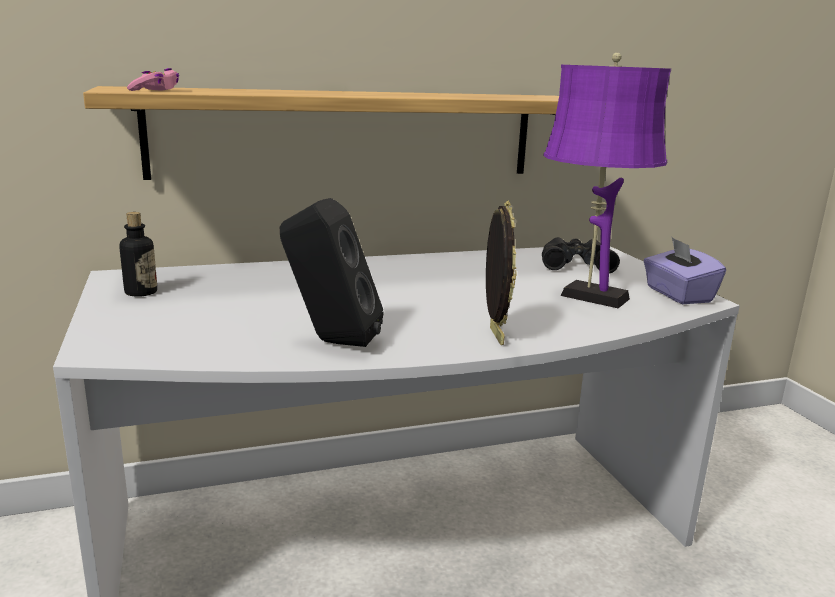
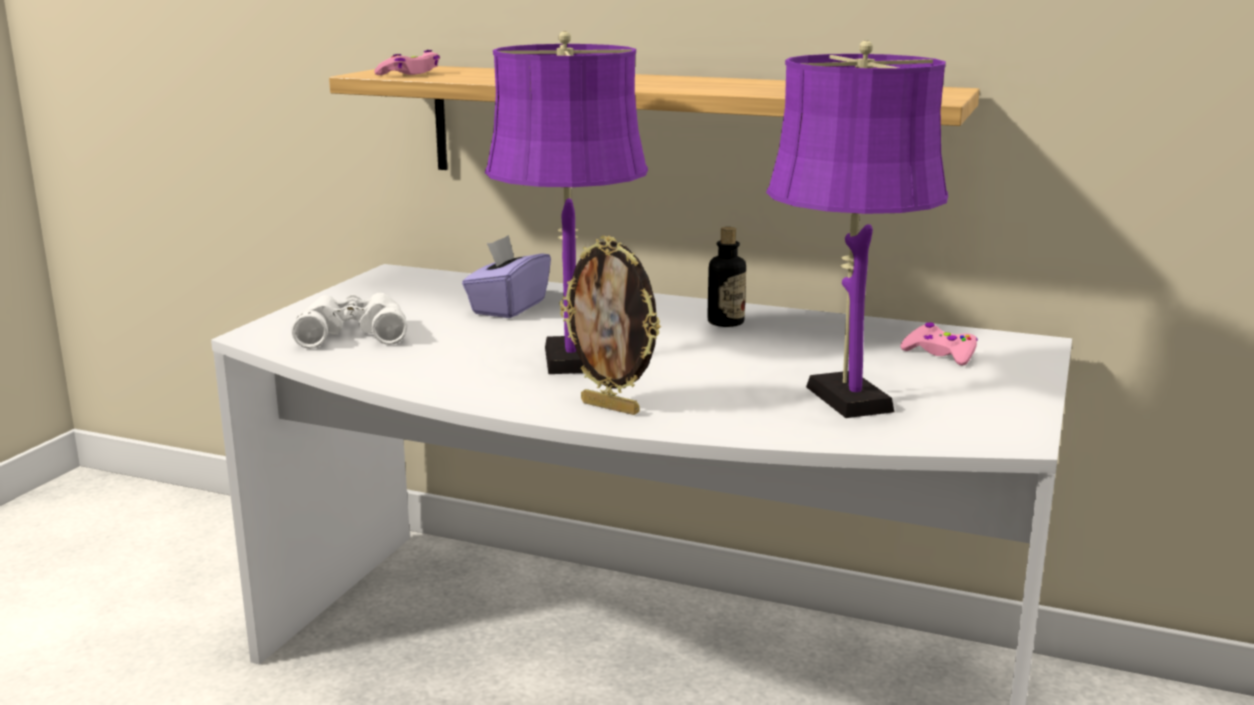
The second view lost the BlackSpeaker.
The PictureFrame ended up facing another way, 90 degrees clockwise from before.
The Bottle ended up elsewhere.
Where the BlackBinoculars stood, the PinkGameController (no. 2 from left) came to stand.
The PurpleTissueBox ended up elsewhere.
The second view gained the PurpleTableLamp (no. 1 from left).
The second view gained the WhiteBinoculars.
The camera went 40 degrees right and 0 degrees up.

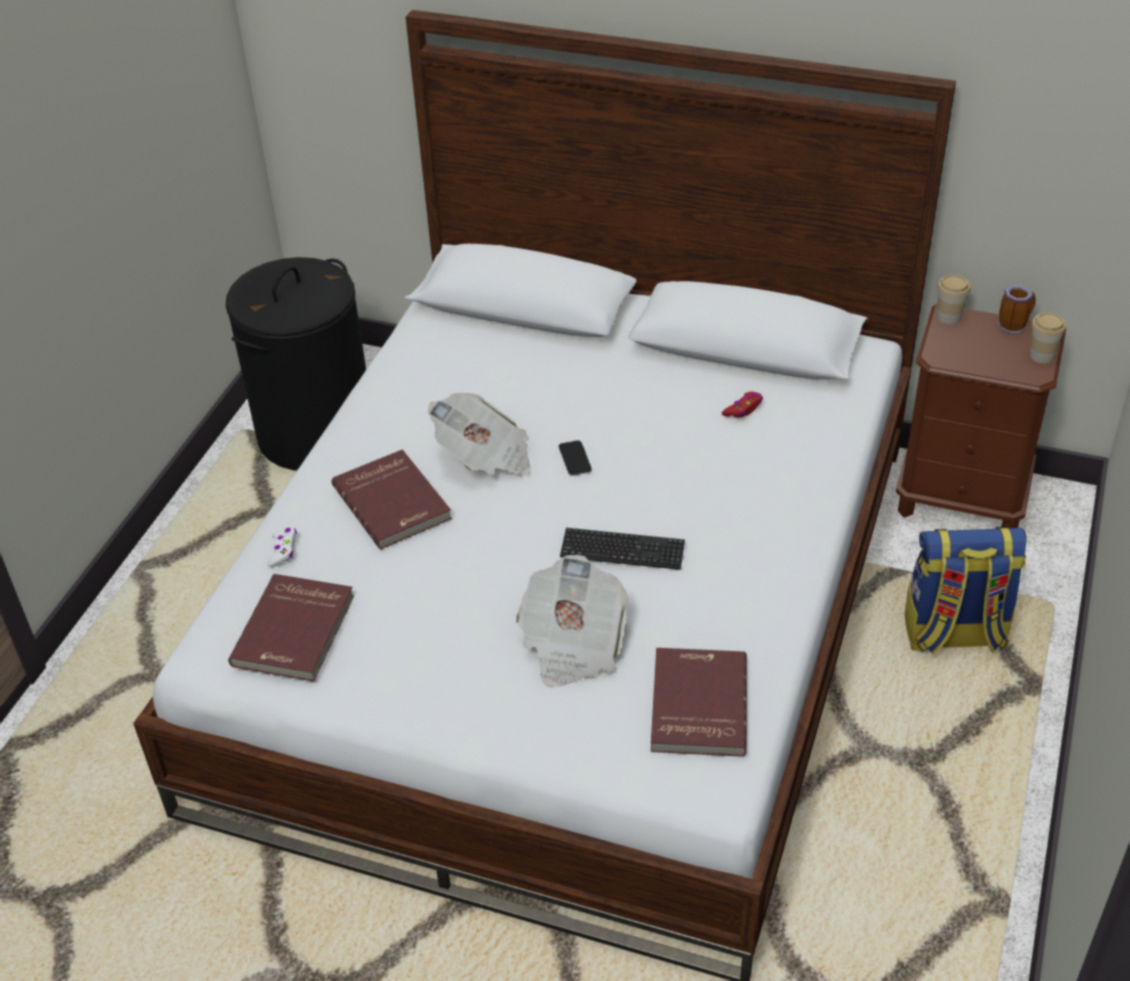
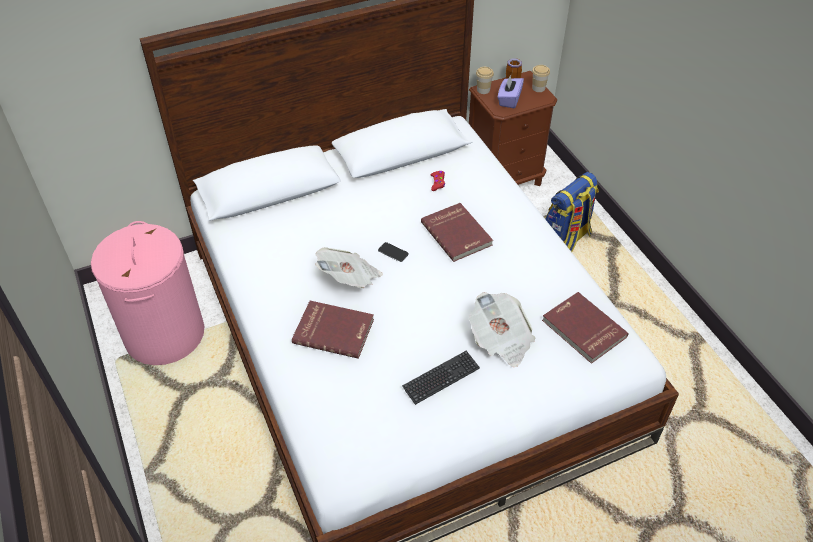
What was the BlackLaundryBasket turned into the PinkLaundryBasket.
The second view lost the WhiteGameController.
The Keyboard ended up elsewhere.
The RedBook (no. 1 from left in the first image) ended up elsewhere.
The second view gained the PurpleTissueBox.
The camera went 45 degrees left and 5 degrees up.

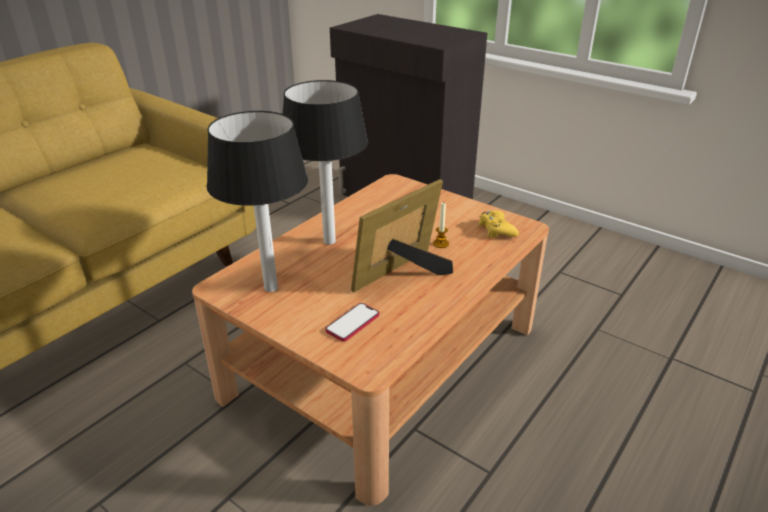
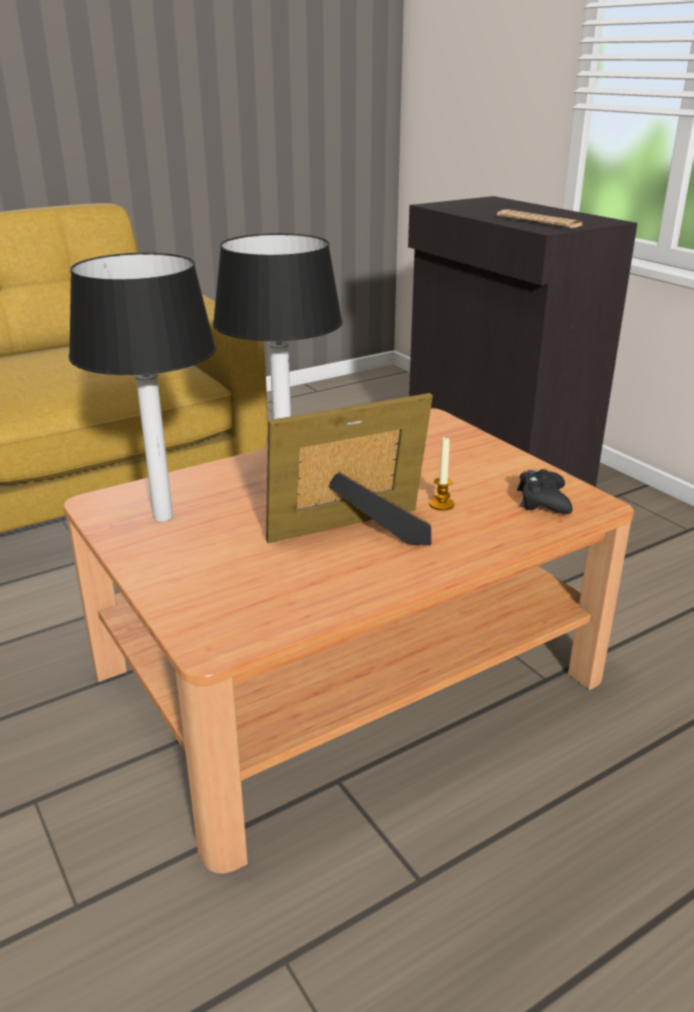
What was the YellowGameController turned into the BlackGameController.
The second view lost the Phone.
The second view gained the Newspaper.
The camera went 20 degrees right and 5 degrees down.

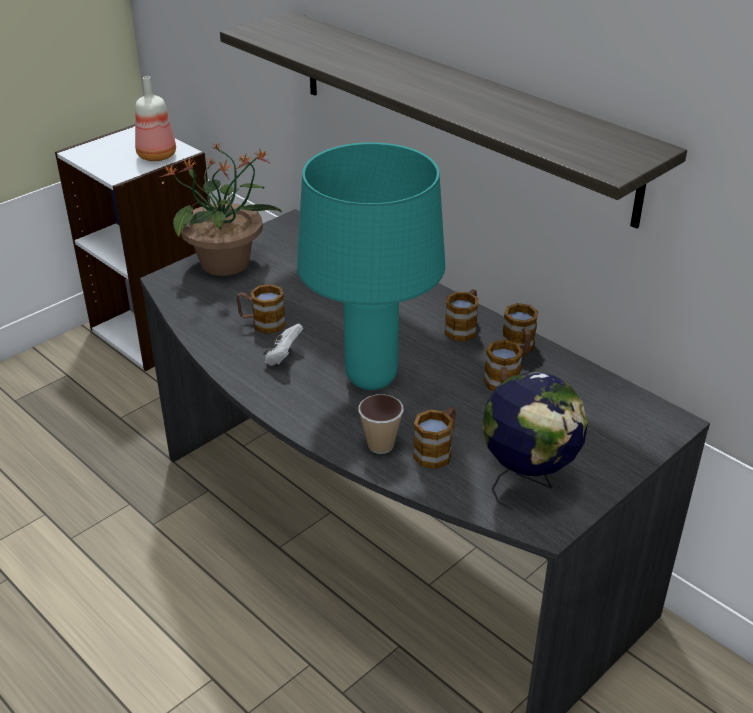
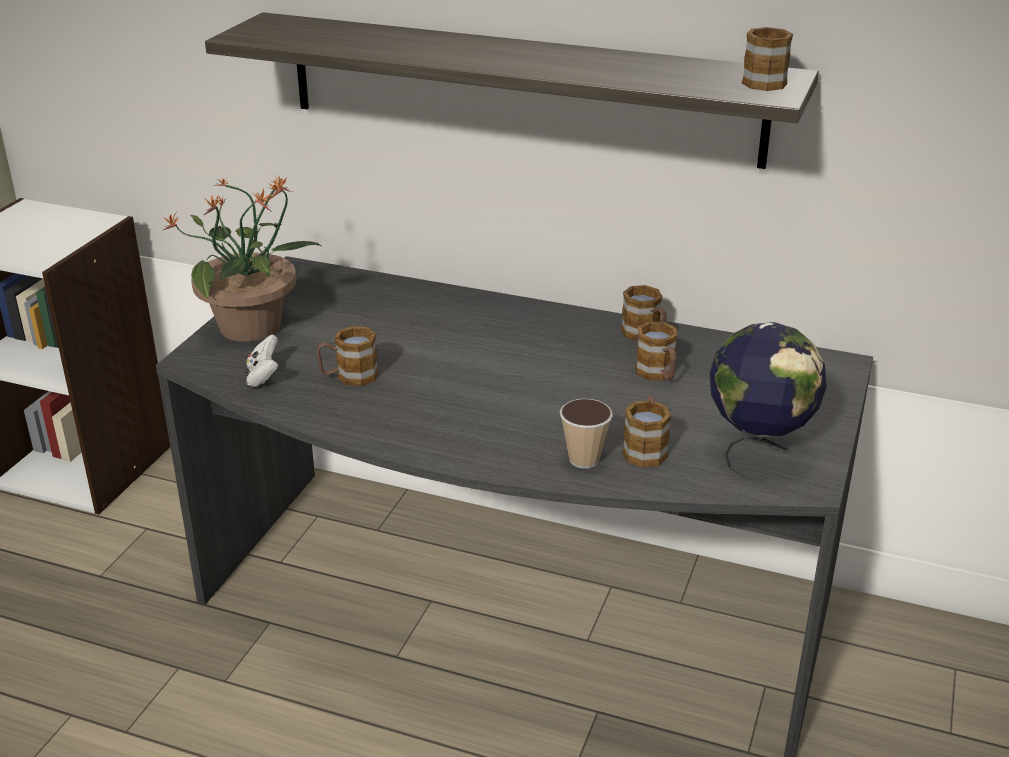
The second view lost the Bottle.
The second view lost the TurquoiseTableLamp.
The Mug (no. 3 from left in the first image) ended up elsewhere.
The WhiteGameController ended up elsewhere.
The camera went 25 degrees left and 5 degrees down.

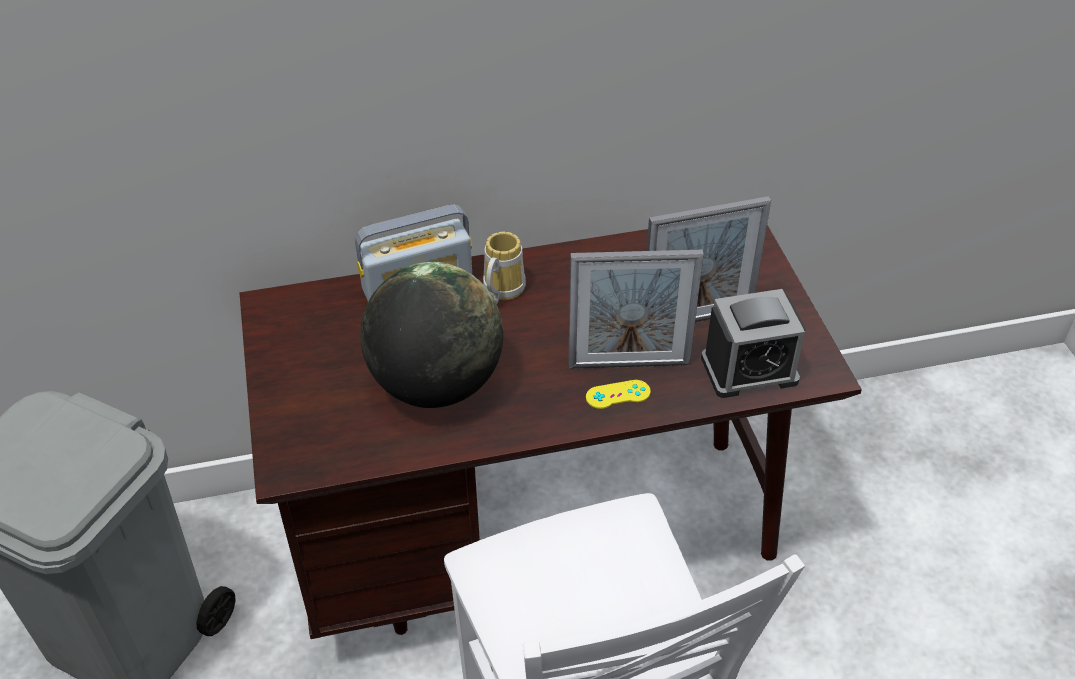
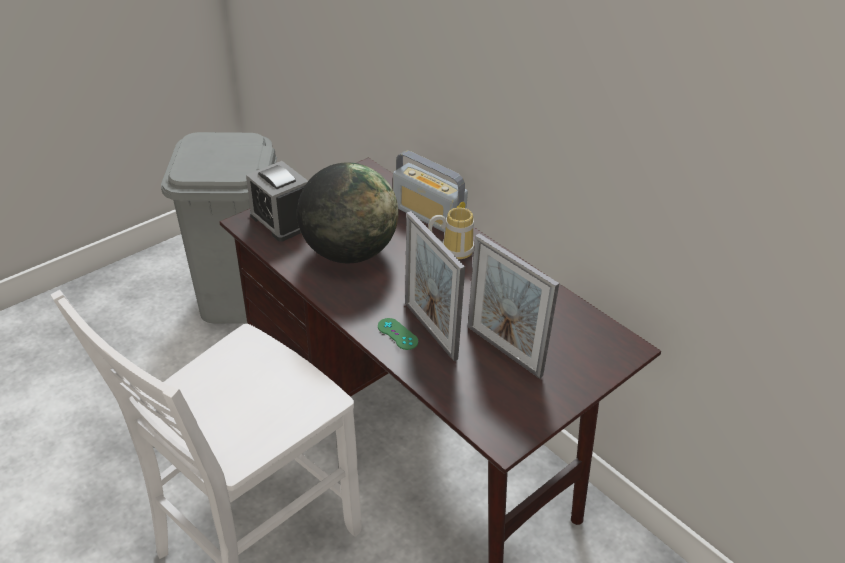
The AlarmClock ended up elsewhere.
What was the YellowGameController turned into the GreenGameController.
The camera went 60 degrees right and 5 degrees down.

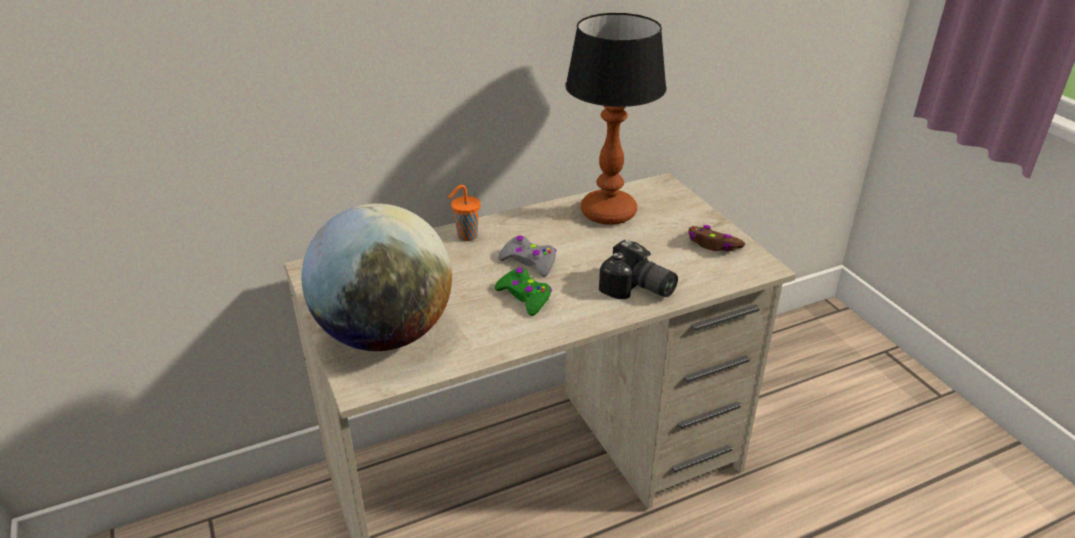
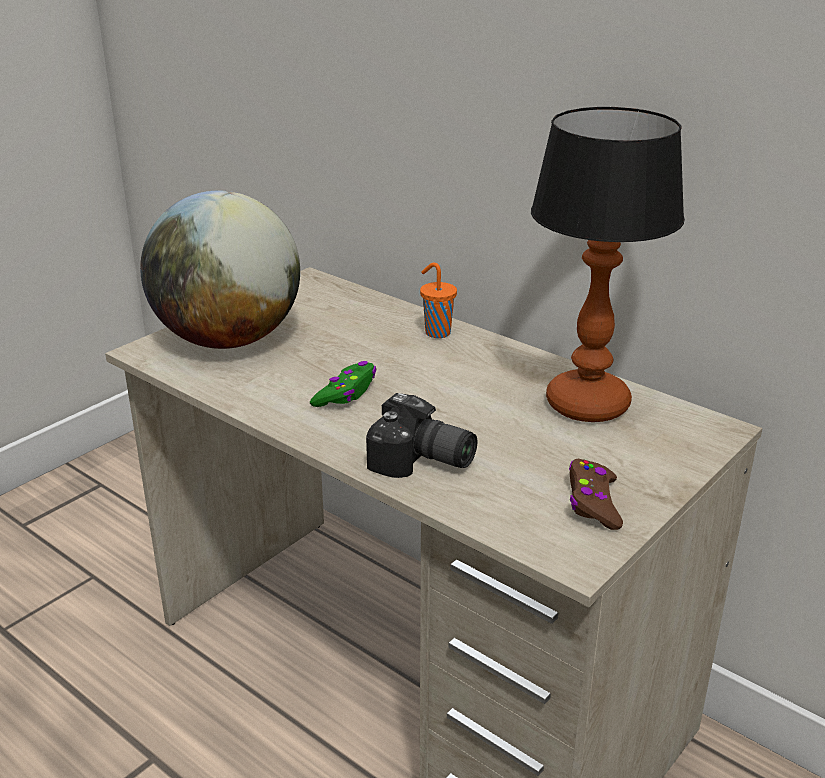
The second view lost the GreyGameController.
The PhotoCamera ended up facing another way, 75 degrees counterclockwise from before.
The camera went 65 degrees right and 5 degrees down.

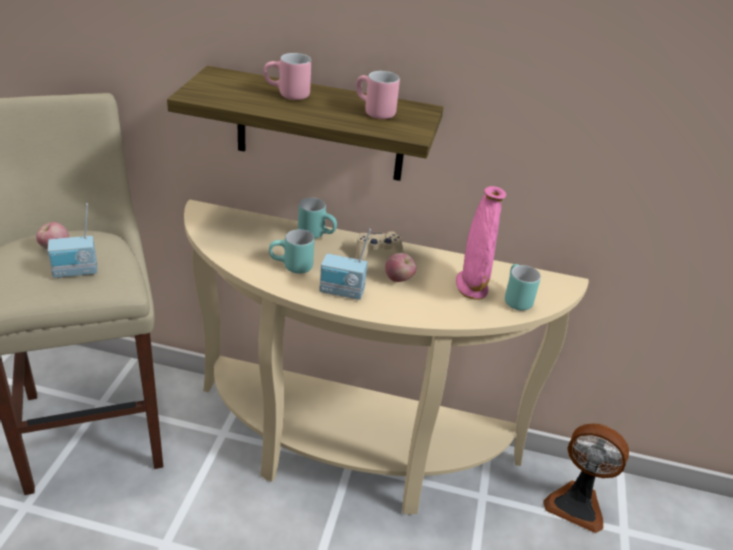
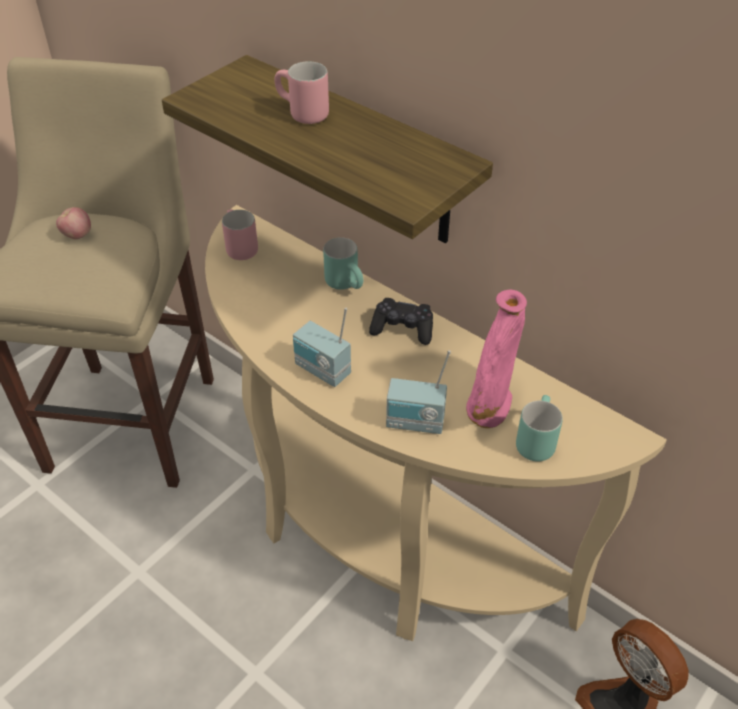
The PinkMug (no. 2 from left in the first image) ended up elsewhere.
The Radio (no. 1 from left in the first image) ended up elsewhere.
The second view lost the TurquoiseMug (no. 1 from left).
What was the BeigeGameController turned into the BlackGameController.
The second view lost the Apple (no. 2 from left).
The camera went 30 degrees right and 10 degrees up.

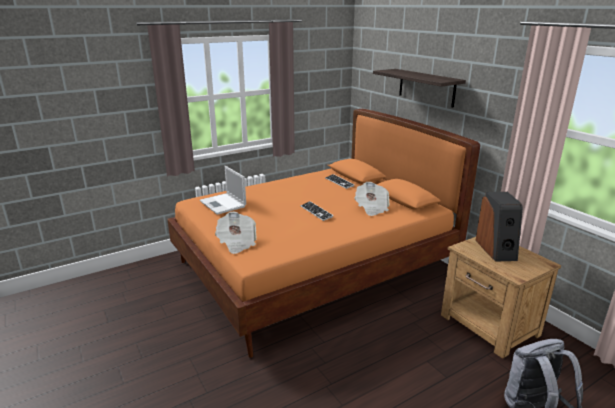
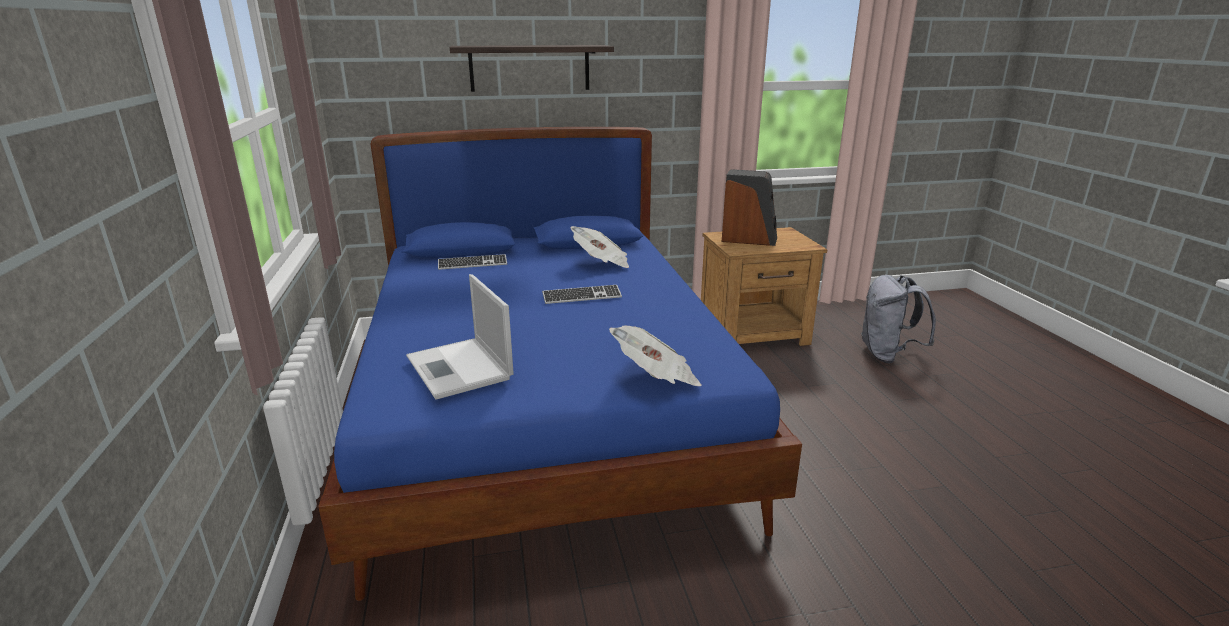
What was the OrangeBed turned into the BlueBed.
The Laptop ended up facing another way, 75 degrees clockwise from before.
The camera went 70 degrees left and 0 degrees up.

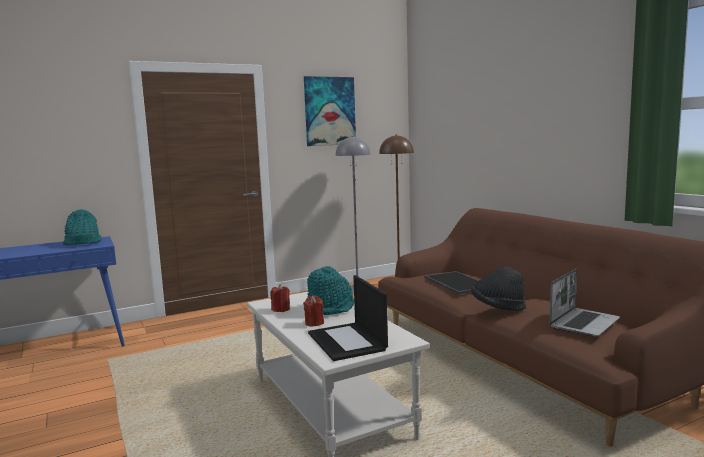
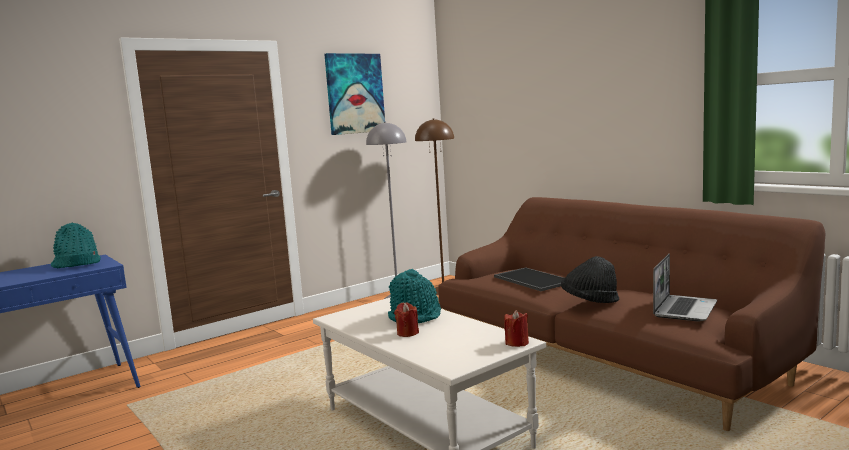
The second view lost the Laptop (no. 1 from left).
The RedCandle (no. 1 from left in the first image) ended up elsewhere.
The camera went 10 degrees left and 0 degrees up.

